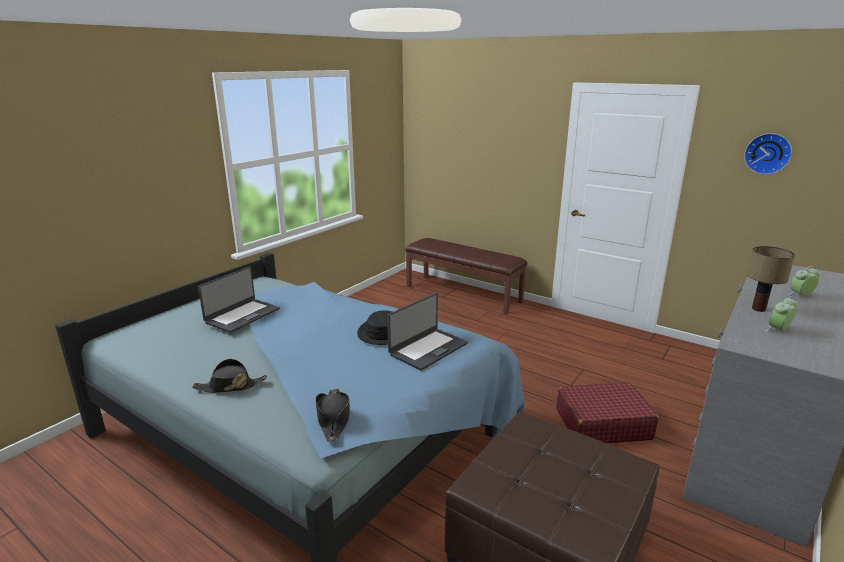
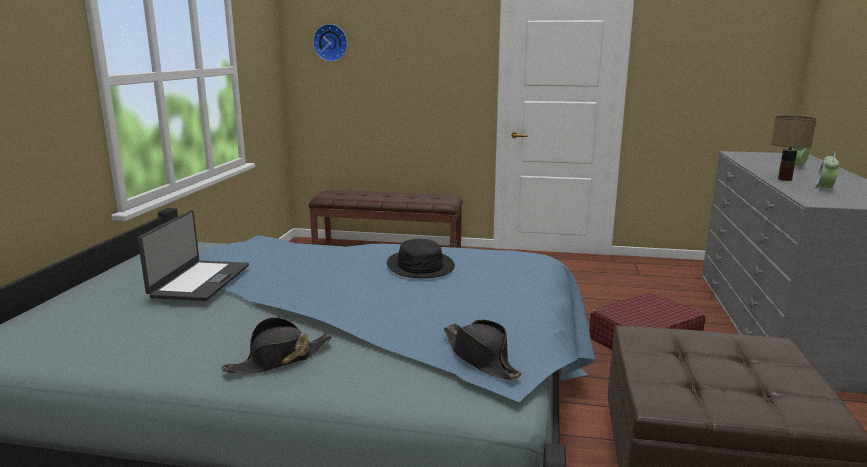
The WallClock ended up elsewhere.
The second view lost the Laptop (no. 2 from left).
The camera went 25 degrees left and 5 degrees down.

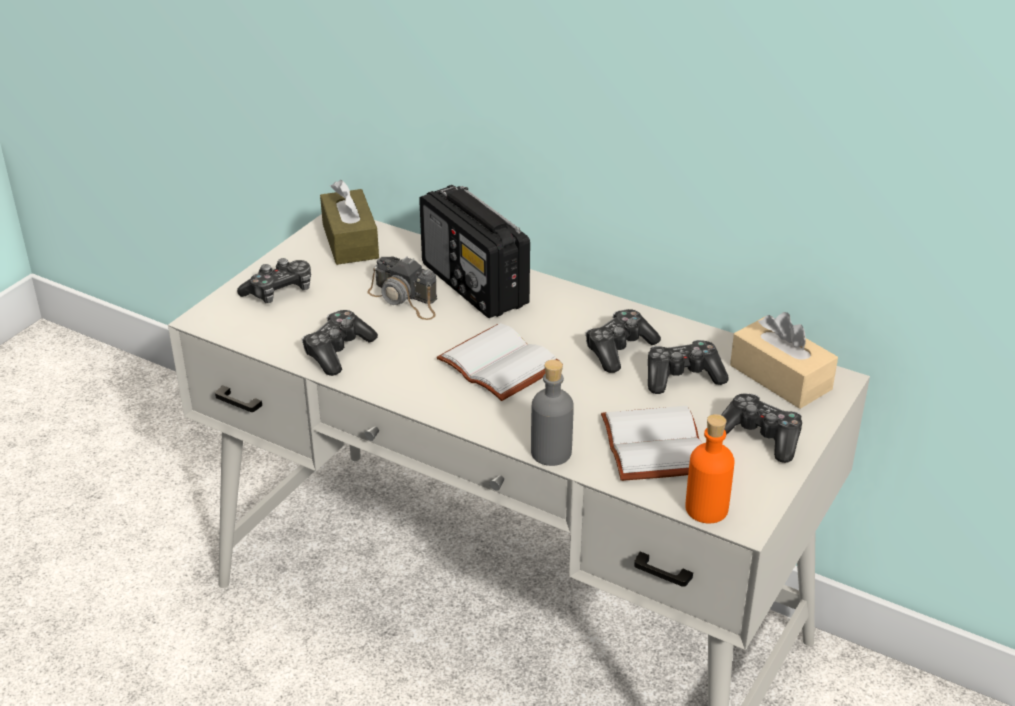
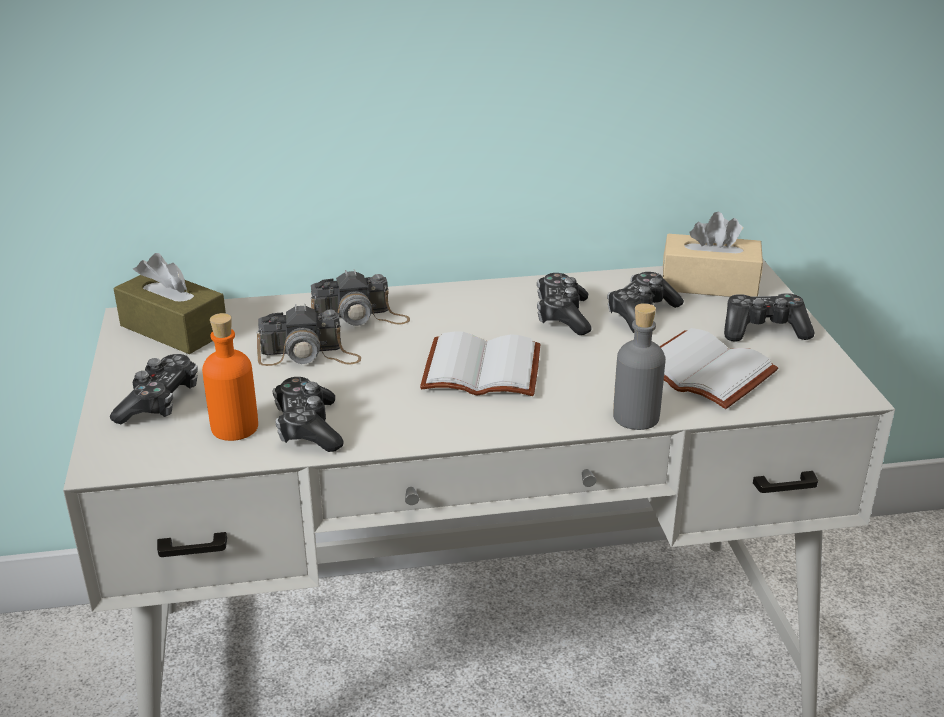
Where the Radio stood, the PhotoCamera (no. 2 from left) came to stand.
The OrangeBottle ended up elsewhere.
The camera went 40 degrees left and 5 degrees down.

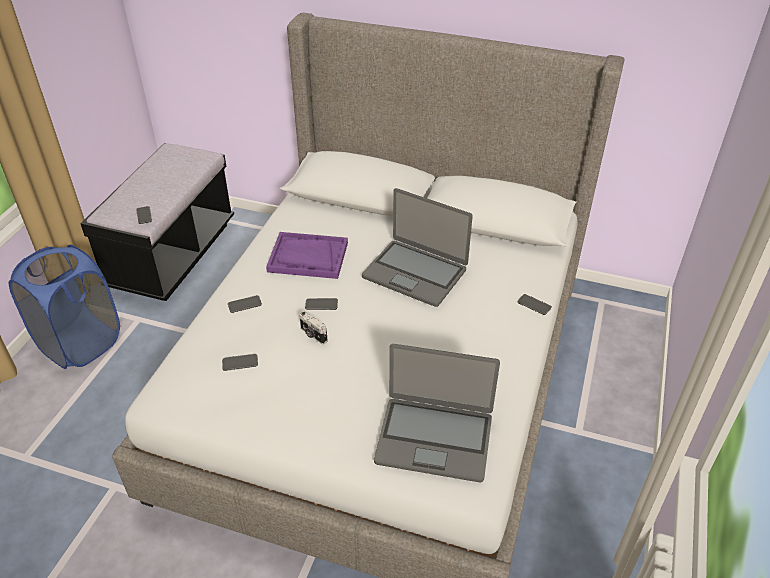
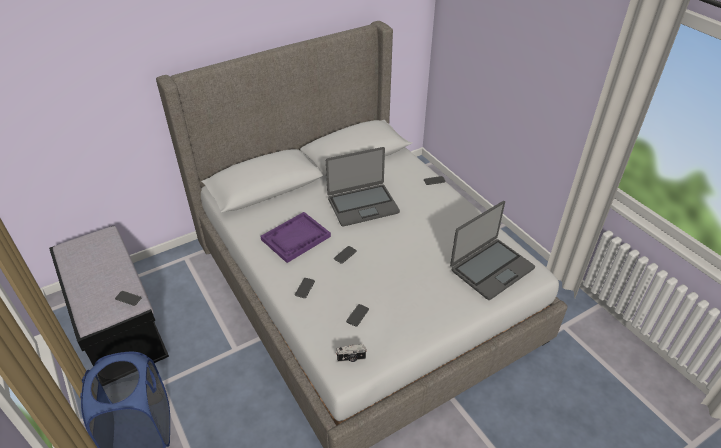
The PhotoCamera ended up elsewhere.
The camera went 50 degrees left and 0 degrees up.

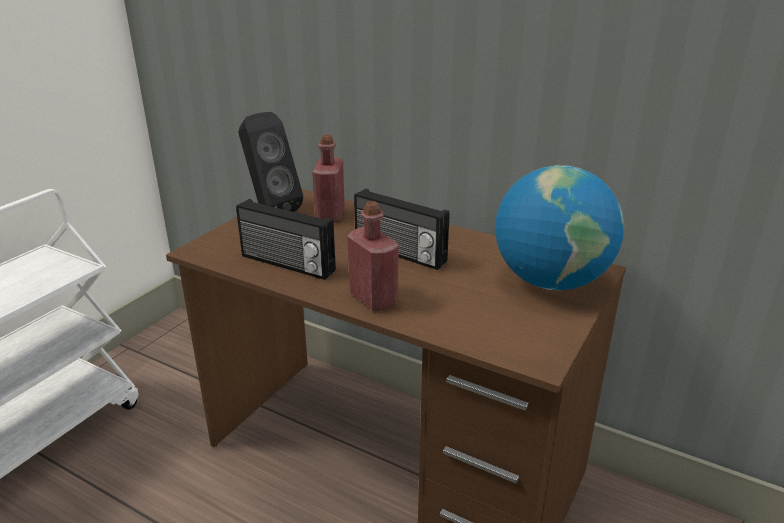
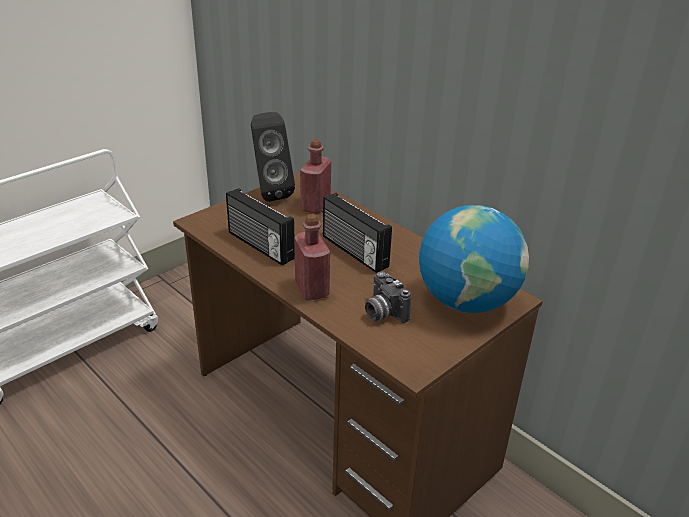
The second view gained the PhotoCamera.
The camera went 15 degrees right and 5 degrees up.

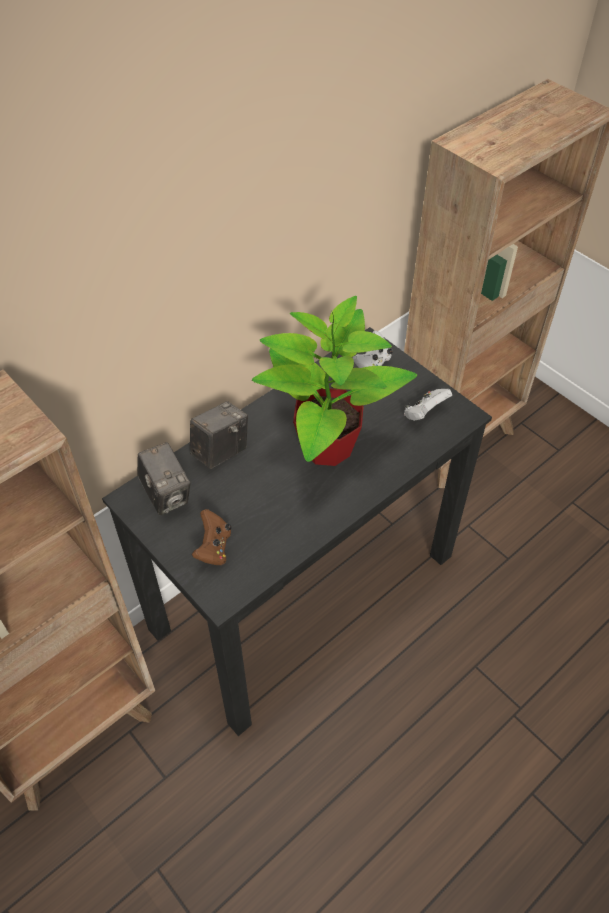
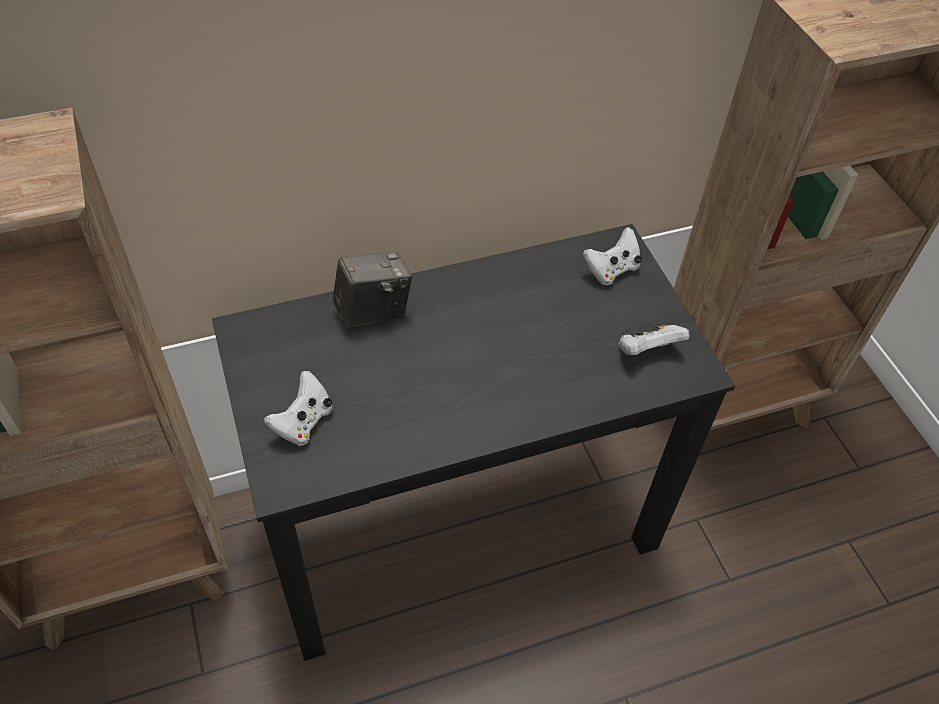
The second view lost the PottedPlant.
The second view lost the PhotoCamera (no. 1 from left).
What was the BrownGameController turned into the WhiteGameController (no. 1 from left).
The camera went 20 degrees right and 0 degrees up.

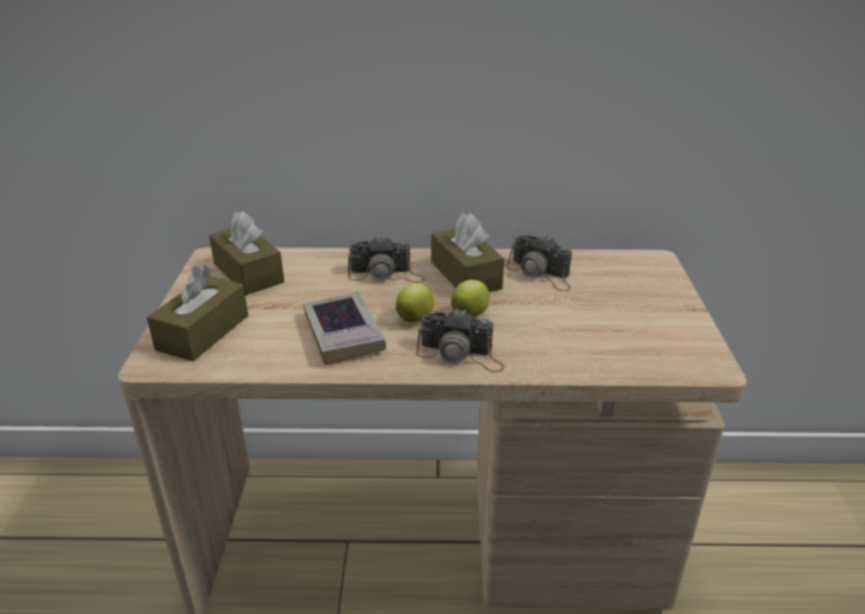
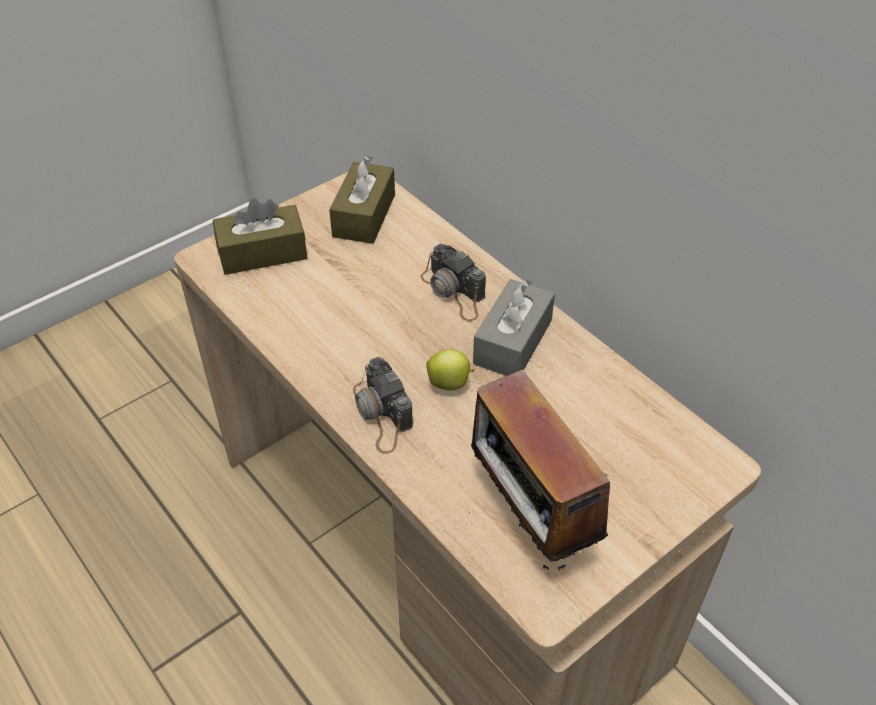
What was the BrownTissueBox (no. 3 from left) turned into the GreyTissueBox.
The second view lost the PhotoCamera (no. 3 from left).
The second view lost the Apple (no. 1 from left).
The second view lost the Book.
The second view gained the Radio.
The camera went 50 degrees right and 15 degrees up.

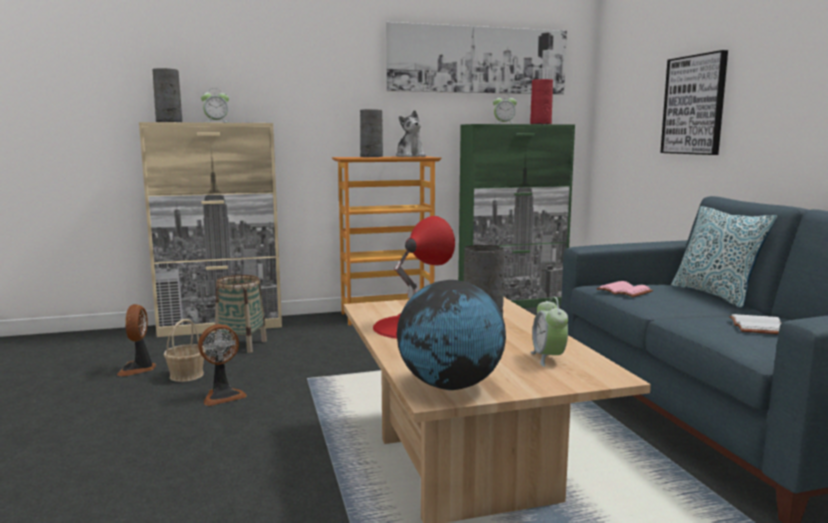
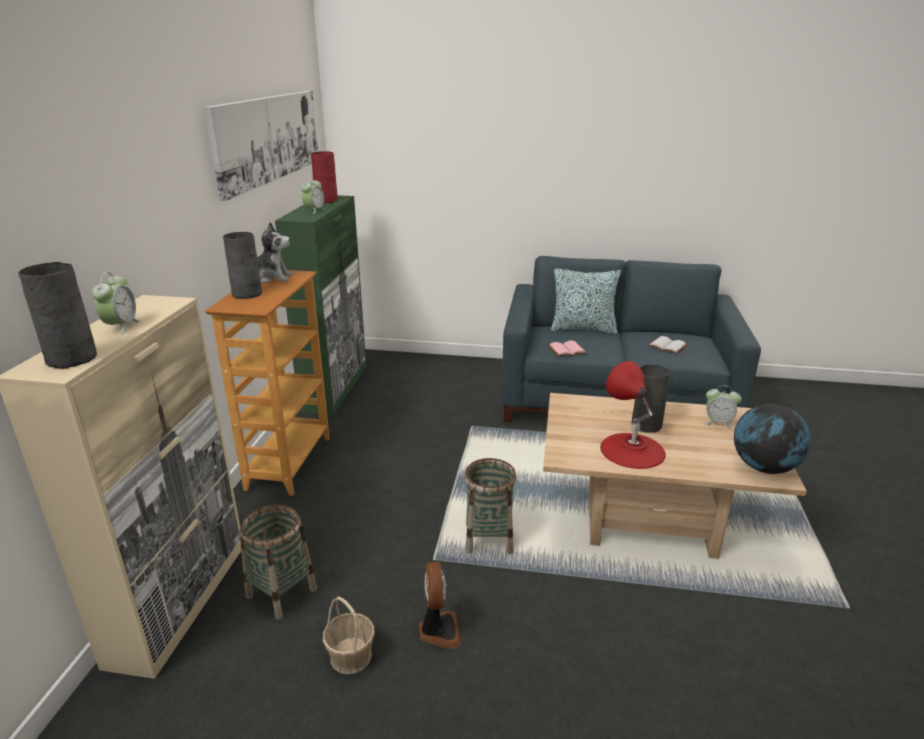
The second view lost the Picture (no. 2 from left).
The second view lost the Fan (no. 1 from left).
The second view gained the Basket (no. 3 from left).
The camera went 65 degrees left and 15 degrees up.

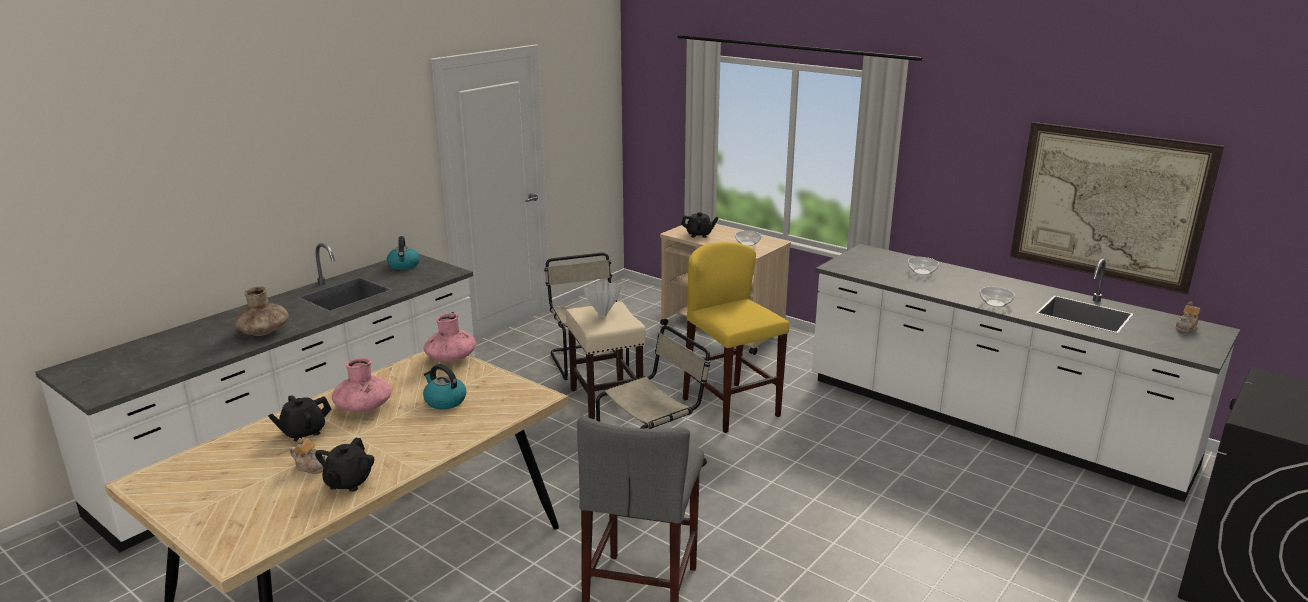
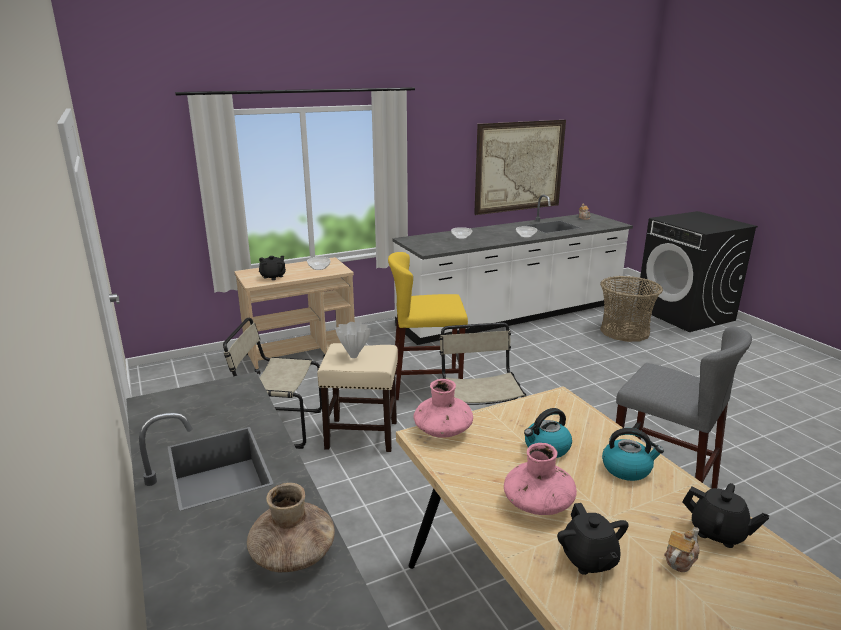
The Kettle (no. 1 from left in the first image) ended up elsewhere.
The second view gained the Basket.
The camera went 65 degrees left and 0 degrees up.

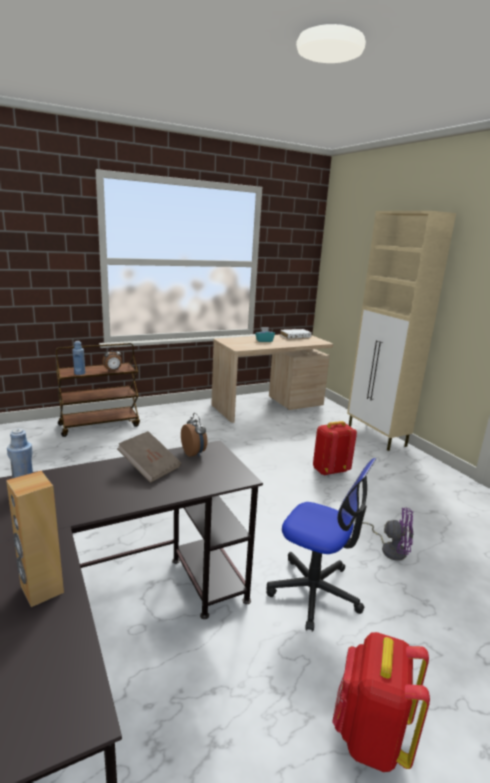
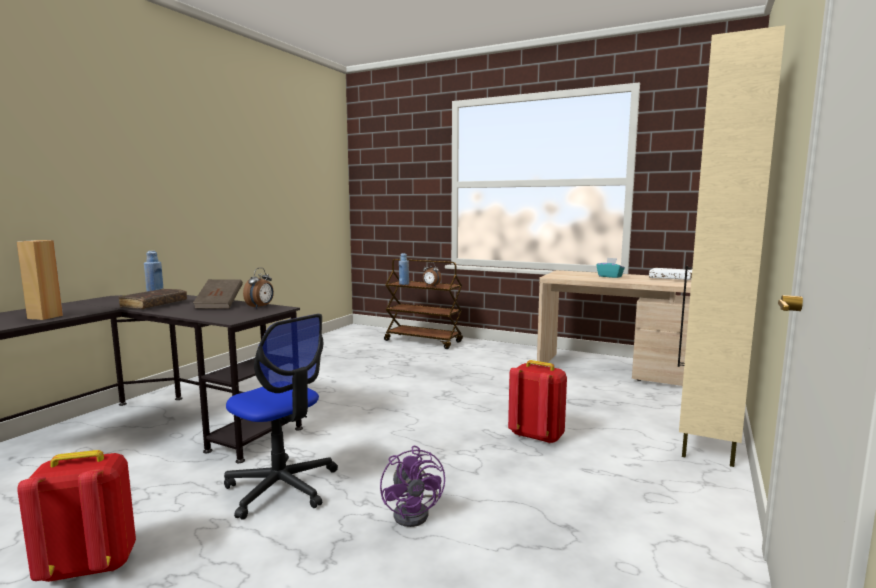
The OfficeChair ended up facing another way, 45 degrees counterclockwise from before.
The second view gained the BrownBook (no. 1 from left).
The camera went 55 degrees right and 10 degrees down.

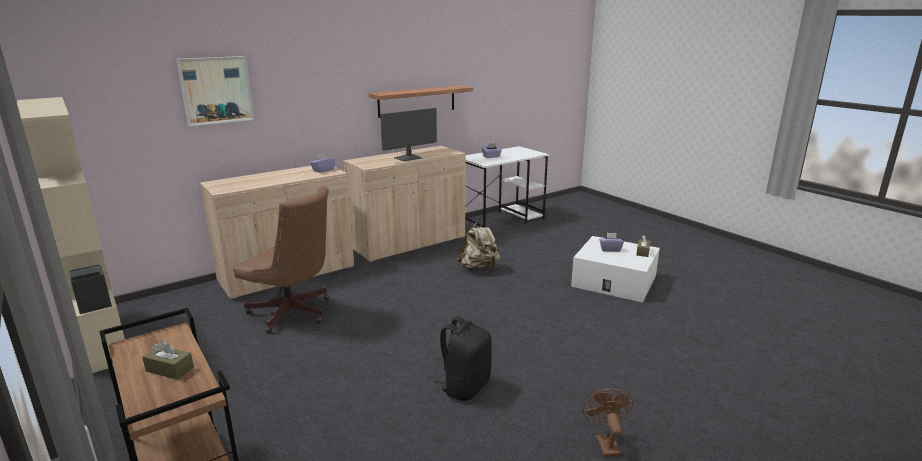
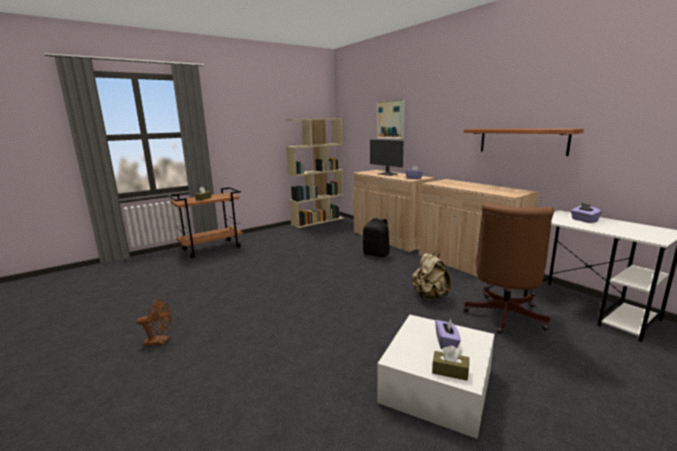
The Monitor ended up elsewhere.
The BrownOfficeChair ended up elsewhere.
The BlackBackpack ended up elsewhere.
The camera went 90 degrees right and 5 degrees down.

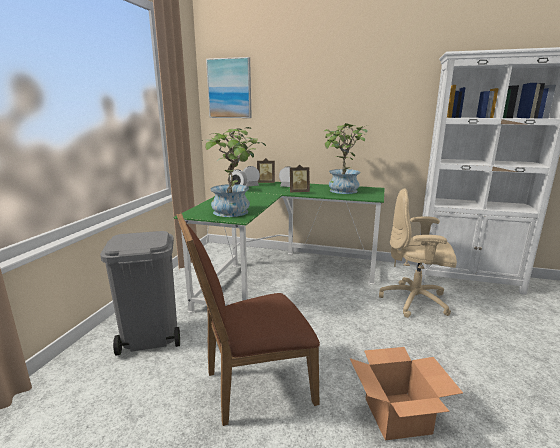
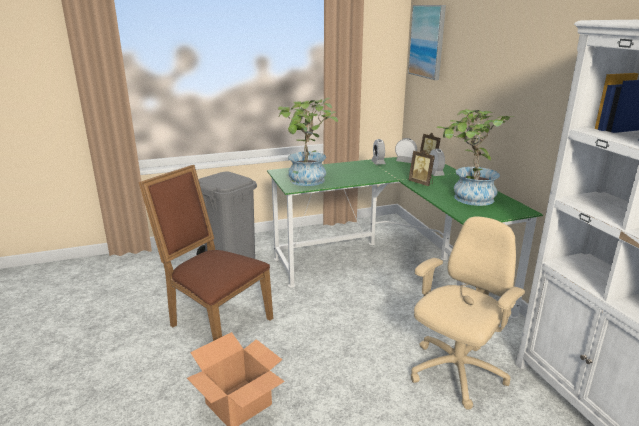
The BeigeOfficeChair ended up facing another way, 60 degrees clockwise from before.
The camera went 55 degrees right and 5 degrees up.

